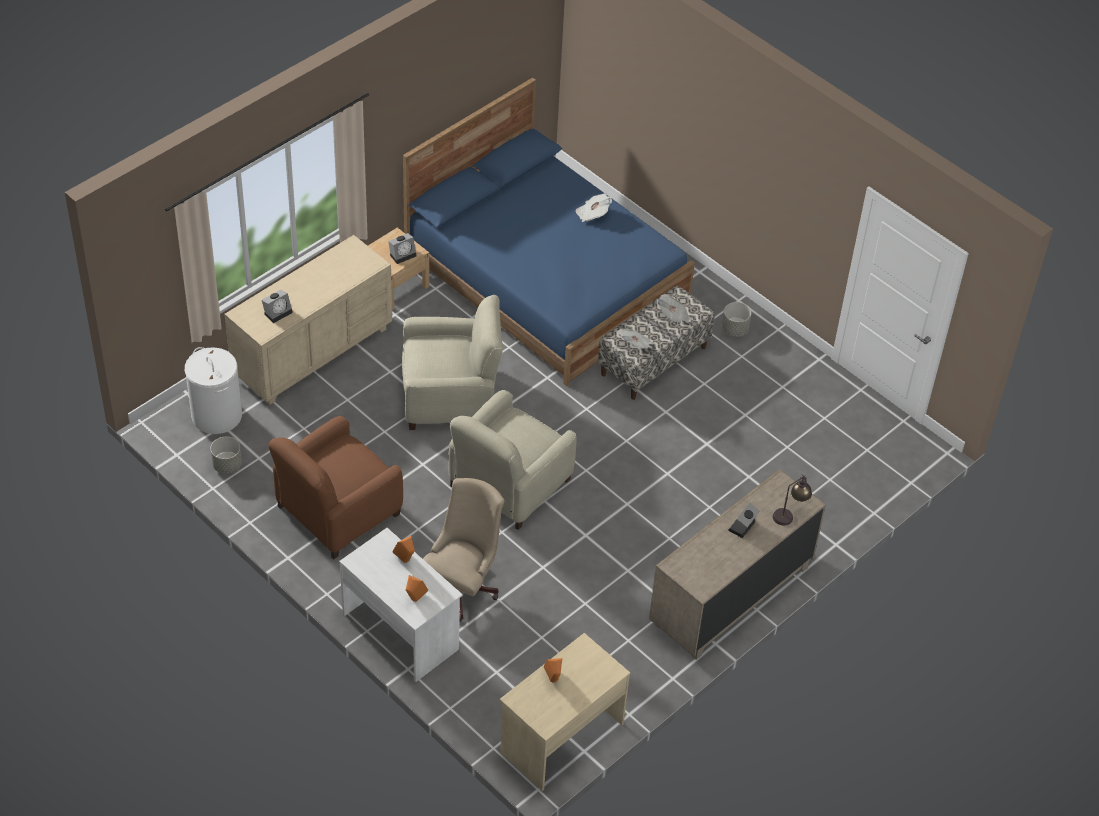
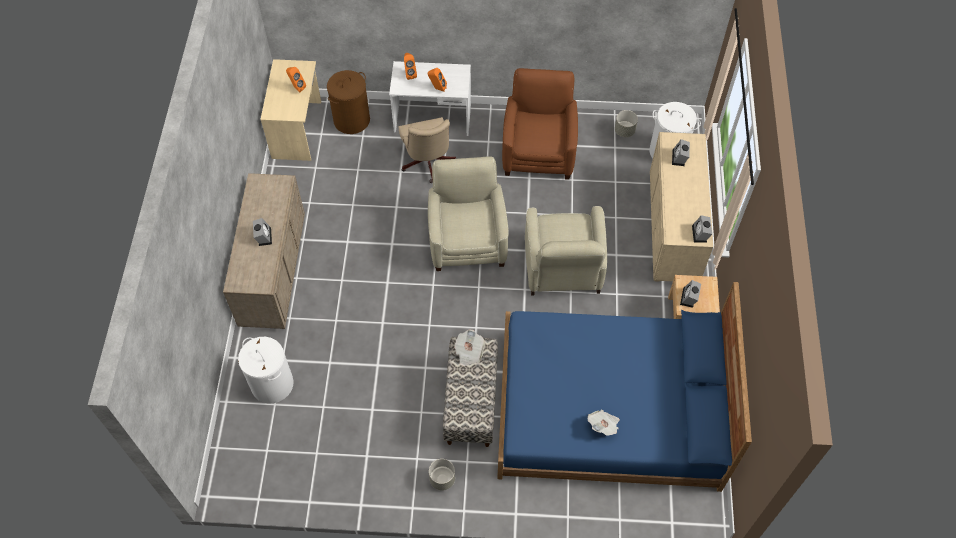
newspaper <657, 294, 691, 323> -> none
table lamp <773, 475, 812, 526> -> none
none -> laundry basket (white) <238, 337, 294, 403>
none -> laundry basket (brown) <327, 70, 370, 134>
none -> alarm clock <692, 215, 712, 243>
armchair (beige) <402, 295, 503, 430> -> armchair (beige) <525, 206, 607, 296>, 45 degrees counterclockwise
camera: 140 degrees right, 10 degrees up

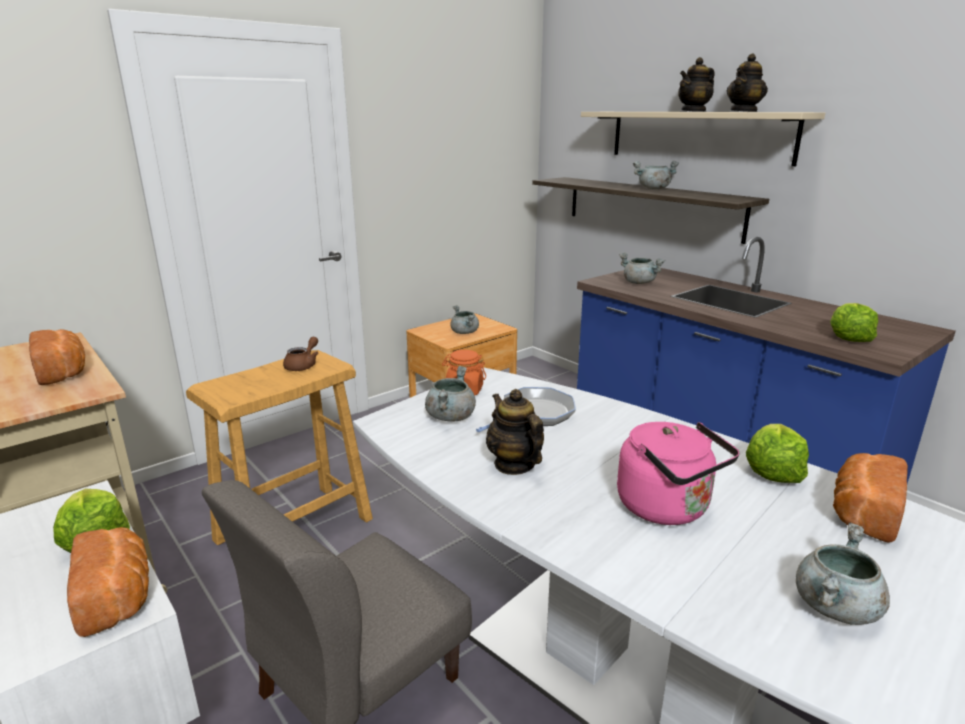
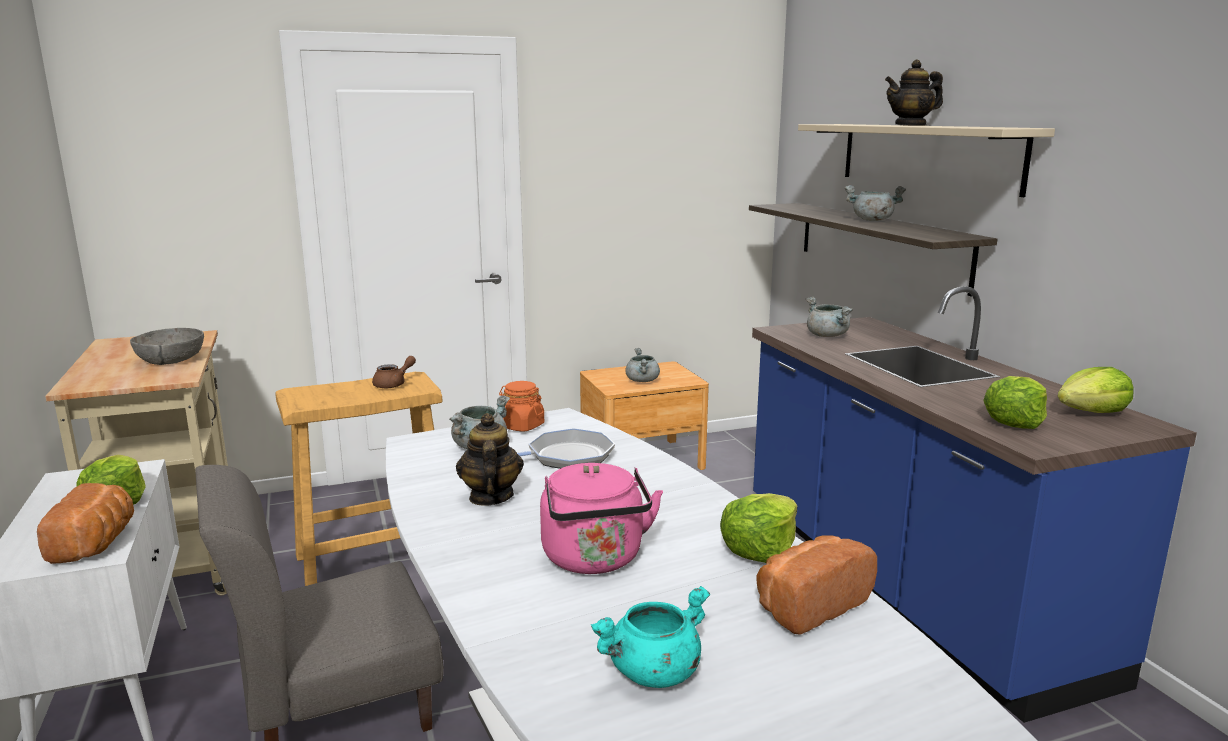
teapot <727, 54, 768, 112> -> none
none -> lettuce <1058, 367, 1133, 413>
bread <29, 329, 85, 385> -> bowl (grey) <130, 328, 204, 365>
cooking pot (grey) <796, 523, 890, 625> -> cooking pot (turquoise) <591, 586, 710, 688>
camera: 20 degrees right, 5 degrees down

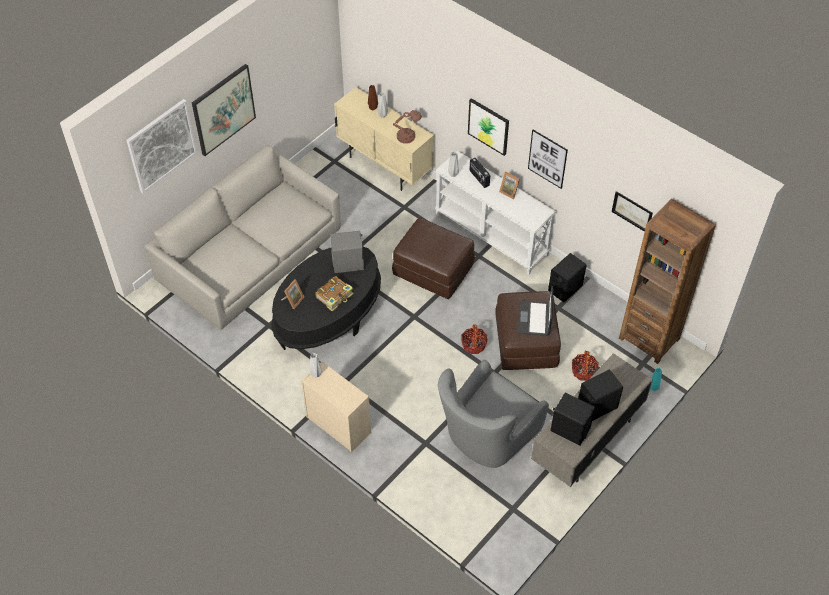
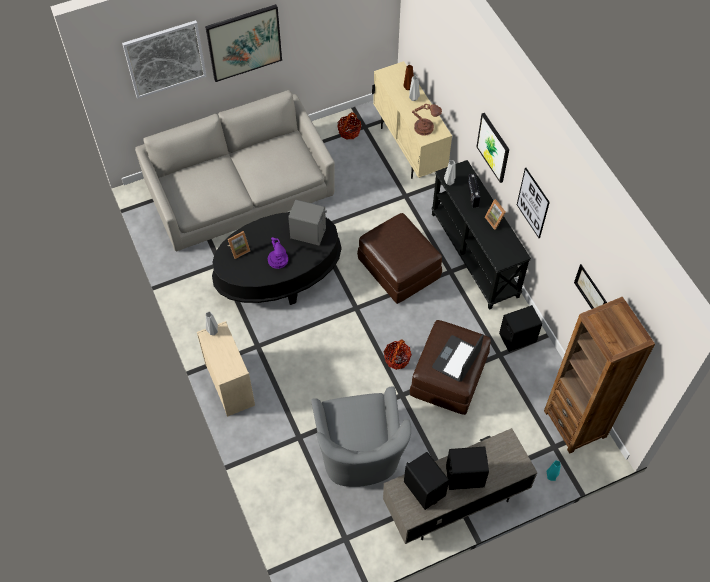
basket <572, 351, 599, 381> -> basket <337, 112, 361, 140>, moved
book <315, 276, 353, 312> -> table lamp (purple) <268, 237, 288, 269>
console table (white) <435, 151, 556, 275> -> console table (black) <431, 160, 531, 310>
armchair (grey) <438, 360, 549, 468> -> armchair (grey) <311, 387, 411, 487>, 75 degrees counterclockwise
camera: 25 degrees right, 5 degrees up

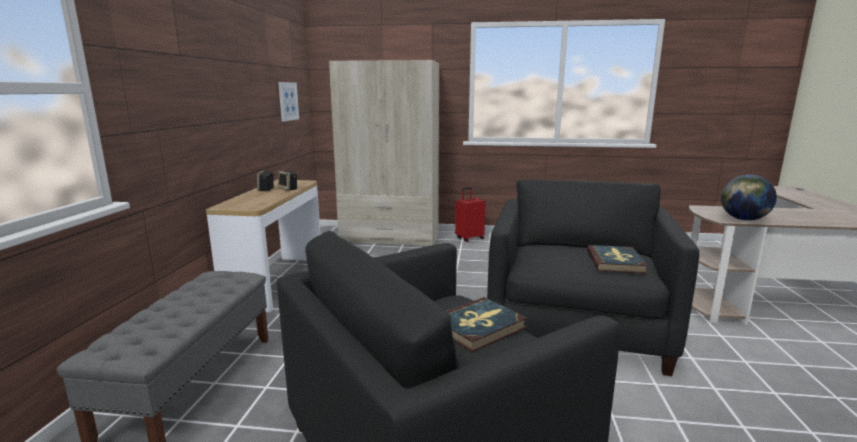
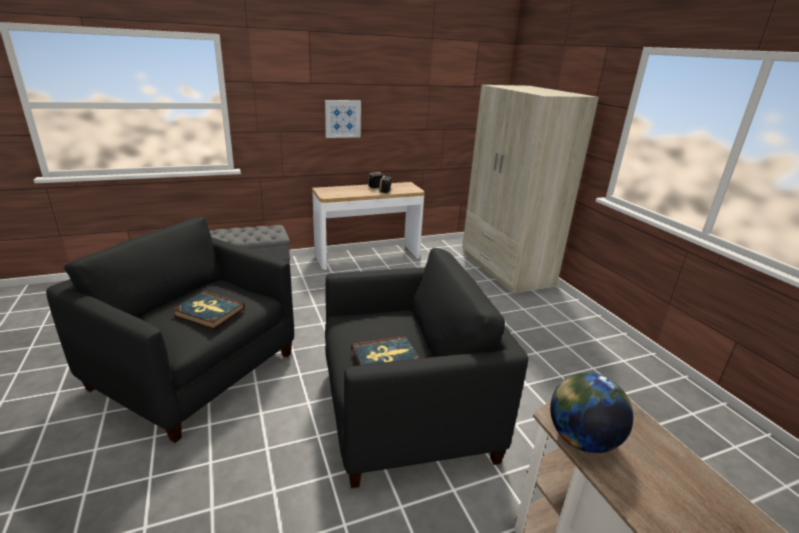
suitcase (red) <455, 187, 486, 242> -> none
picture <278, 82, 299, 121> -> picture <325, 100, 361, 138>, moved
camera: 60 degrees right, 10 degrees up

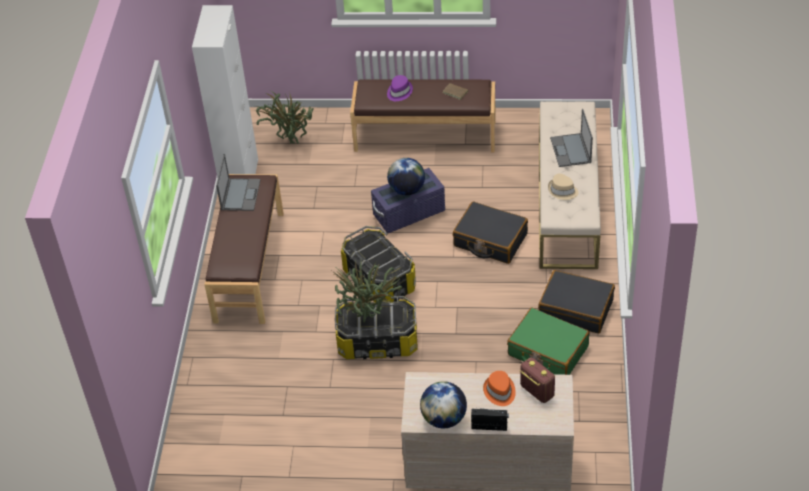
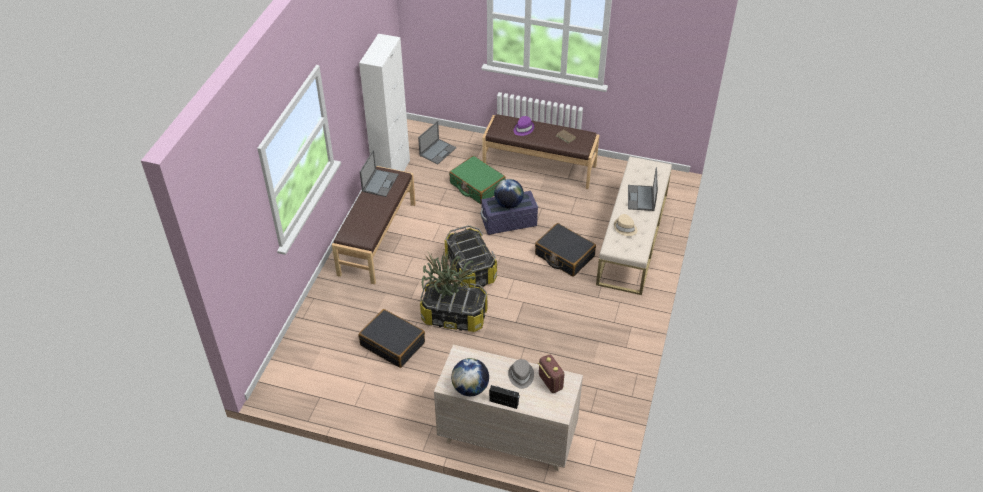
suitcase (green) <507, 308, 590, 375> -> suitcase (green) <449, 156, 506, 204>, moved
suitcase (black) <538, 270, 615, 333> -> suitcase (black) <359, 309, 425, 368>, moved
potted plant <255, 90, 314, 144> -> laptop <418, 121, 457, 164>
hat (orange) <483, 371, 516, 406> -> hat (grey) <508, 359, 534, 389>
camera: 10 degrees right, 0 degrees up

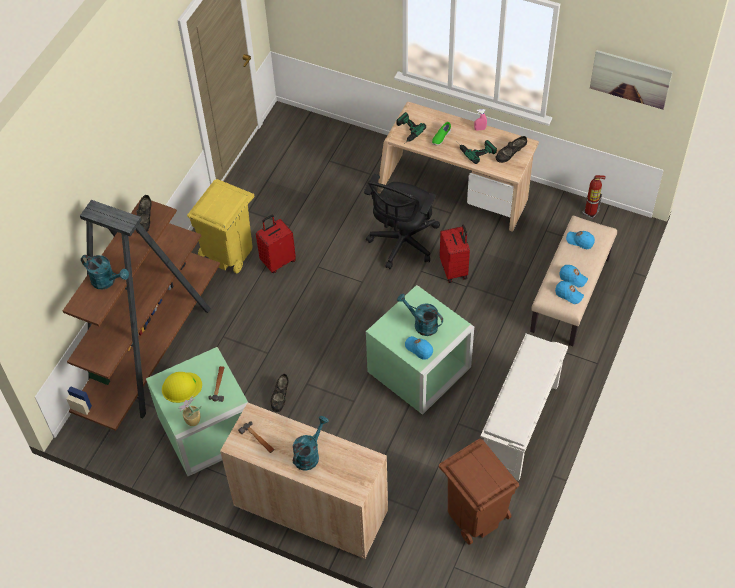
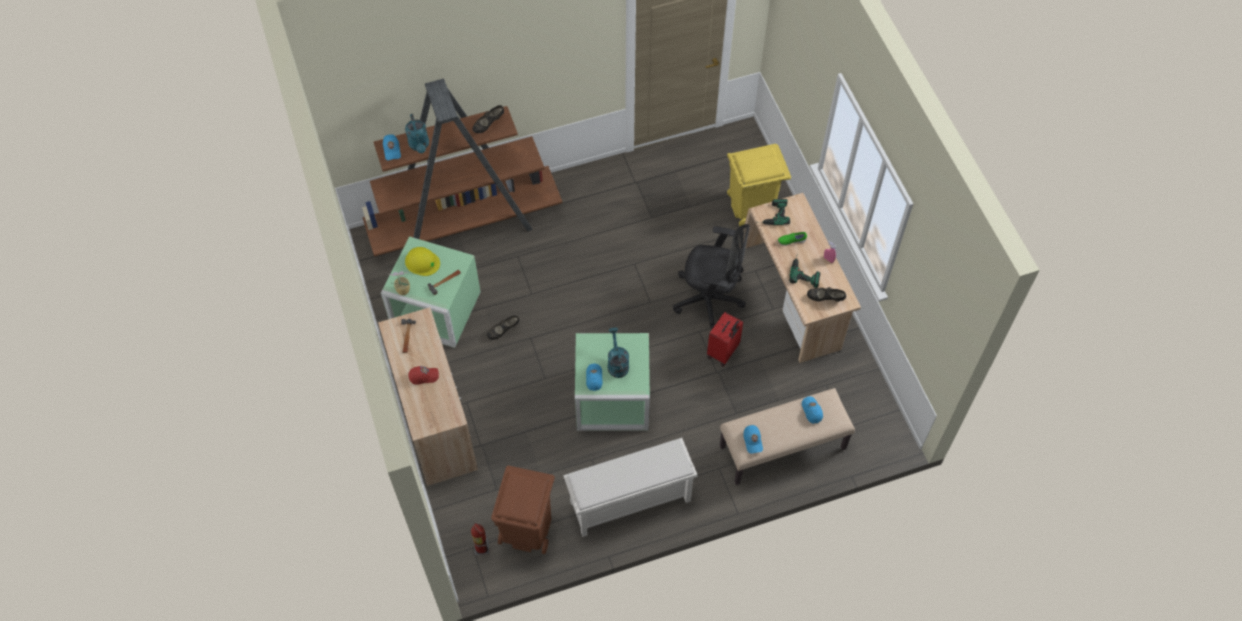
suitcase (red) <256, 215, 296, 273> -> none
picture <590, 50, 673, 109> -> none
trash can (yellow) <187, 179, 254, 273> -> trash can (yellow) <727, 144, 791, 226>, moved
cap (blue) <560, 265, 588, 287> -> cap (blue) <383, 134, 401, 160>, moved
fire extinguisher <582, 175, 606, 219> -> fire extinguisher <471, 523, 489, 555>, moved
watering can (turquoise) <293, 416, 329, 471> -> cap (red) <408, 366, 439, 385>
office chair (black) <364, 174, 440, 269> -> office chair (black) <673, 224, 750, 329>, 150 degrees counterclockwise
camera: 45 degrees right, 5 degrees up

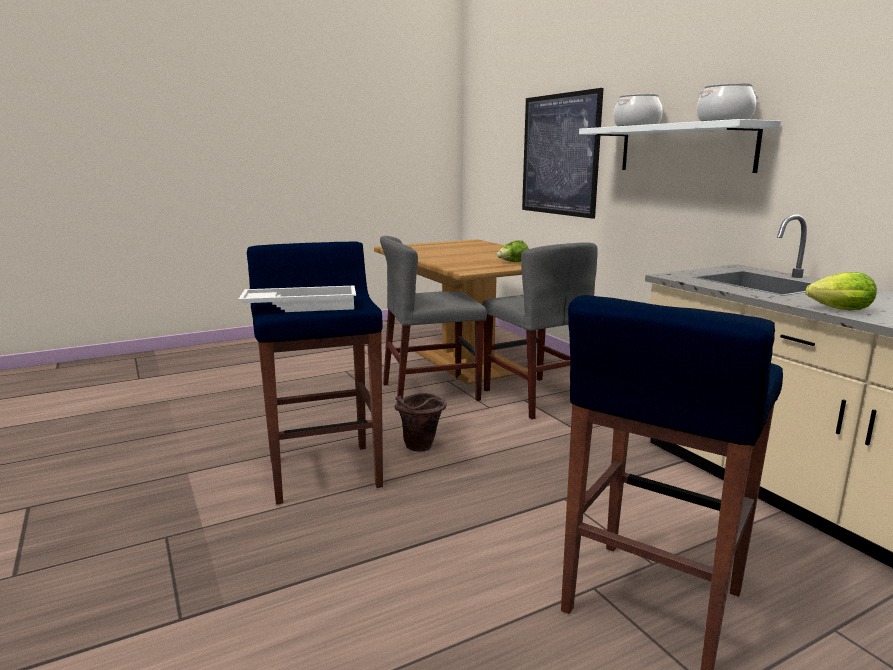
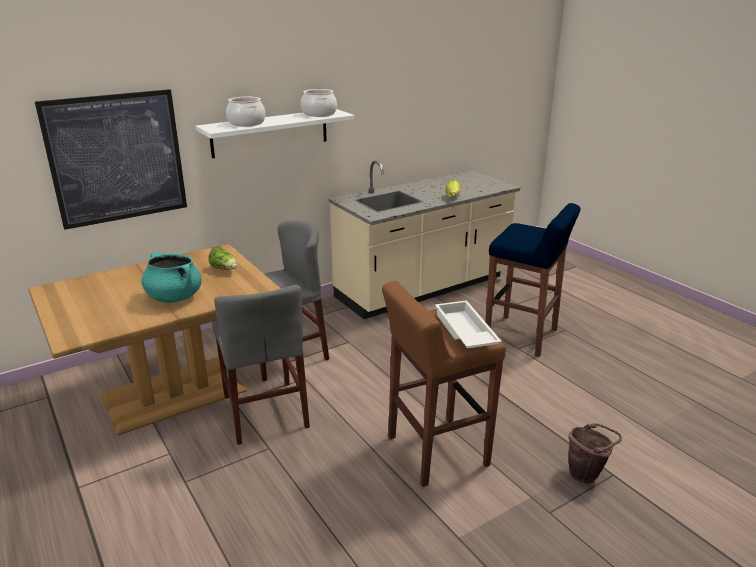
none -> cooking pot (turquoise) <141, 253, 202, 303>
bucket (brown) <395, 393, 447, 452> -> bucket (brown) <568, 423, 622, 484>, moved
stool (blue) <247, 241, 383, 504> -> stool (brown) <382, 281, 506, 487>
camera: 95 degrees left, 10 degrees up

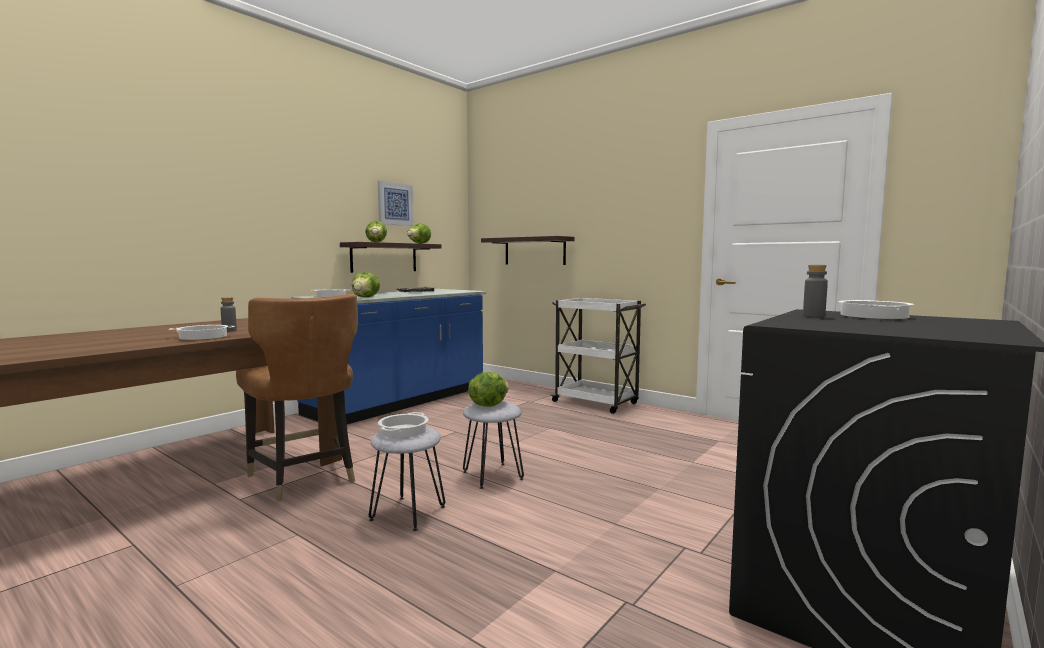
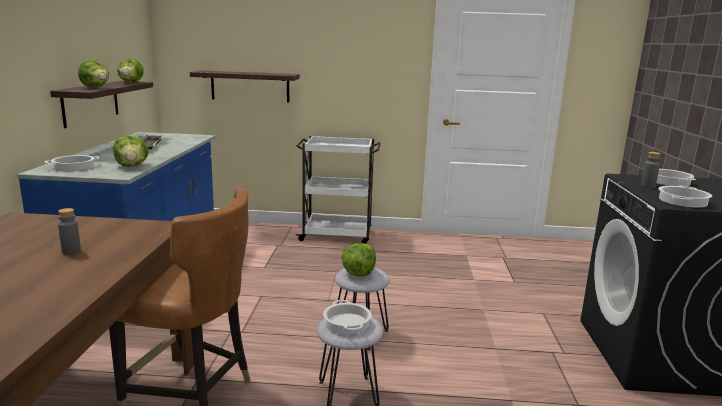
picture <378, 181, 414, 226> -> none
cooking pot <168, 325, 235, 340> -> cooking pot <658, 186, 712, 208>, moved
camera: 35 degrees left, 10 degrees up

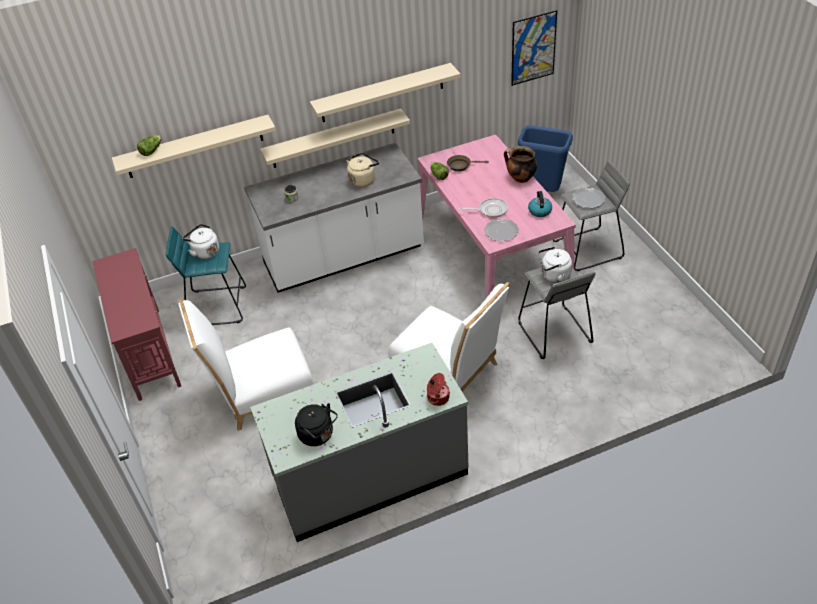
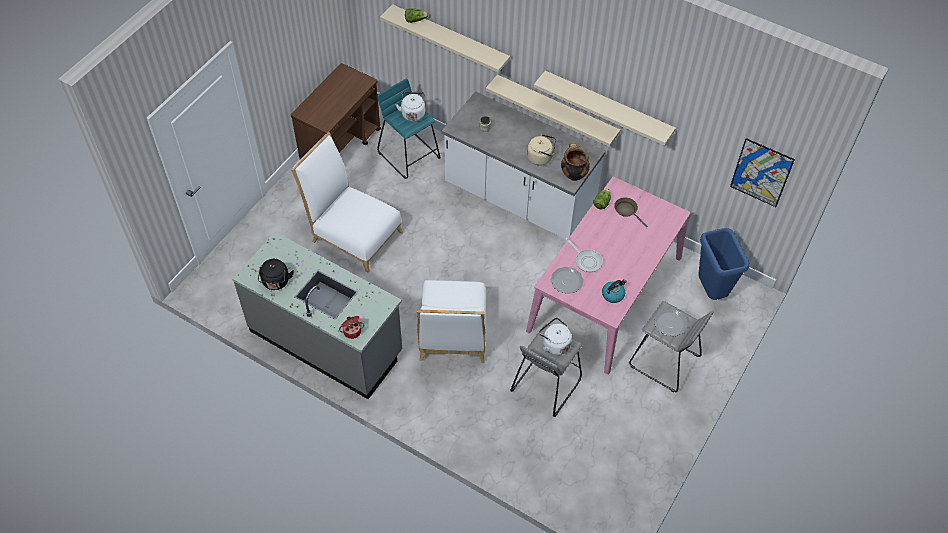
cooking pot <504, 146, 537, 183> -> cooking pot <561, 144, 590, 181>, moved
console table (red) <92, 248, 181, 401> -> cart (brown) <291, 63, 381, 160>
camera: 50 degrees right, 10 degrees up

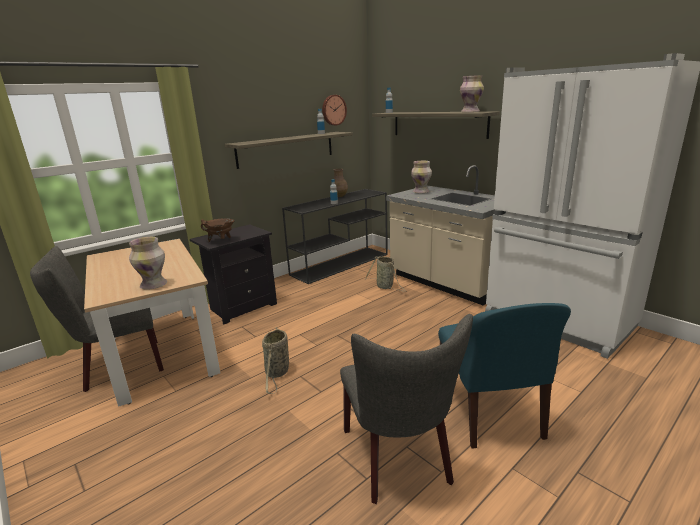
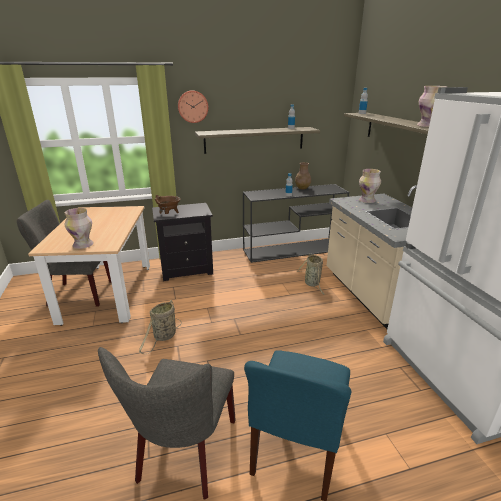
wall clock <322, 95, 347, 125> -> wall clock <178, 90, 208, 123>, moved
camera: 25 degrees right, 5 degrees up

